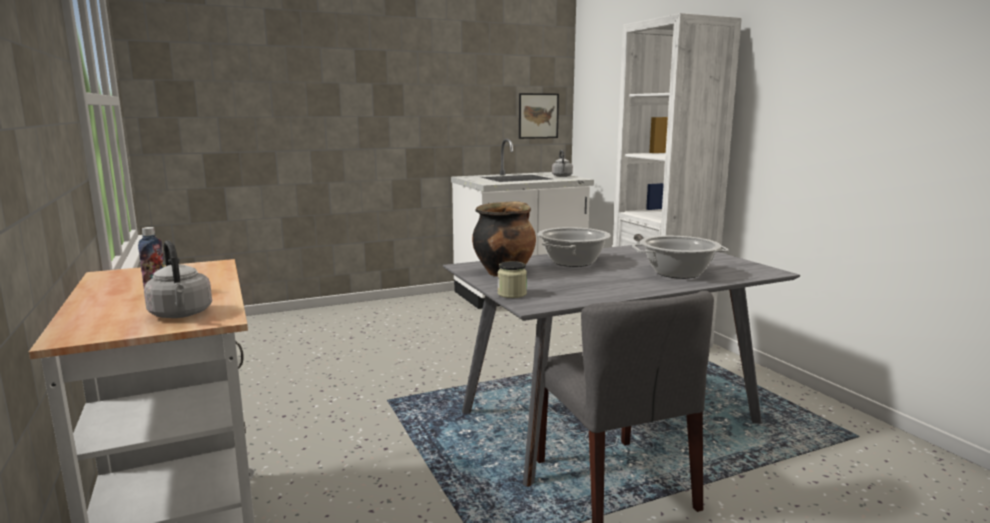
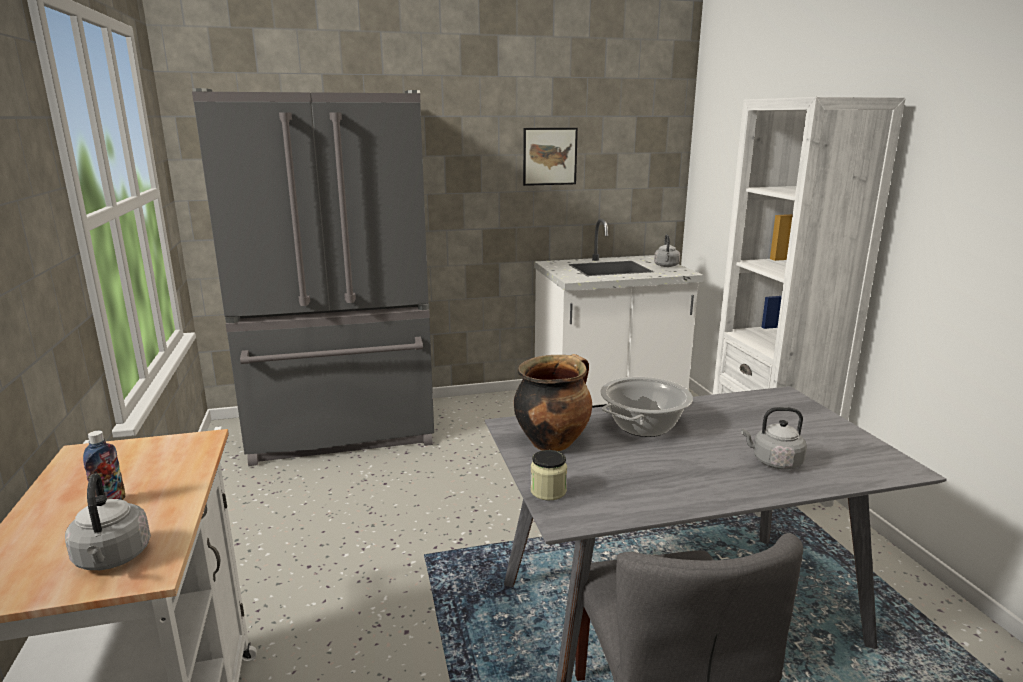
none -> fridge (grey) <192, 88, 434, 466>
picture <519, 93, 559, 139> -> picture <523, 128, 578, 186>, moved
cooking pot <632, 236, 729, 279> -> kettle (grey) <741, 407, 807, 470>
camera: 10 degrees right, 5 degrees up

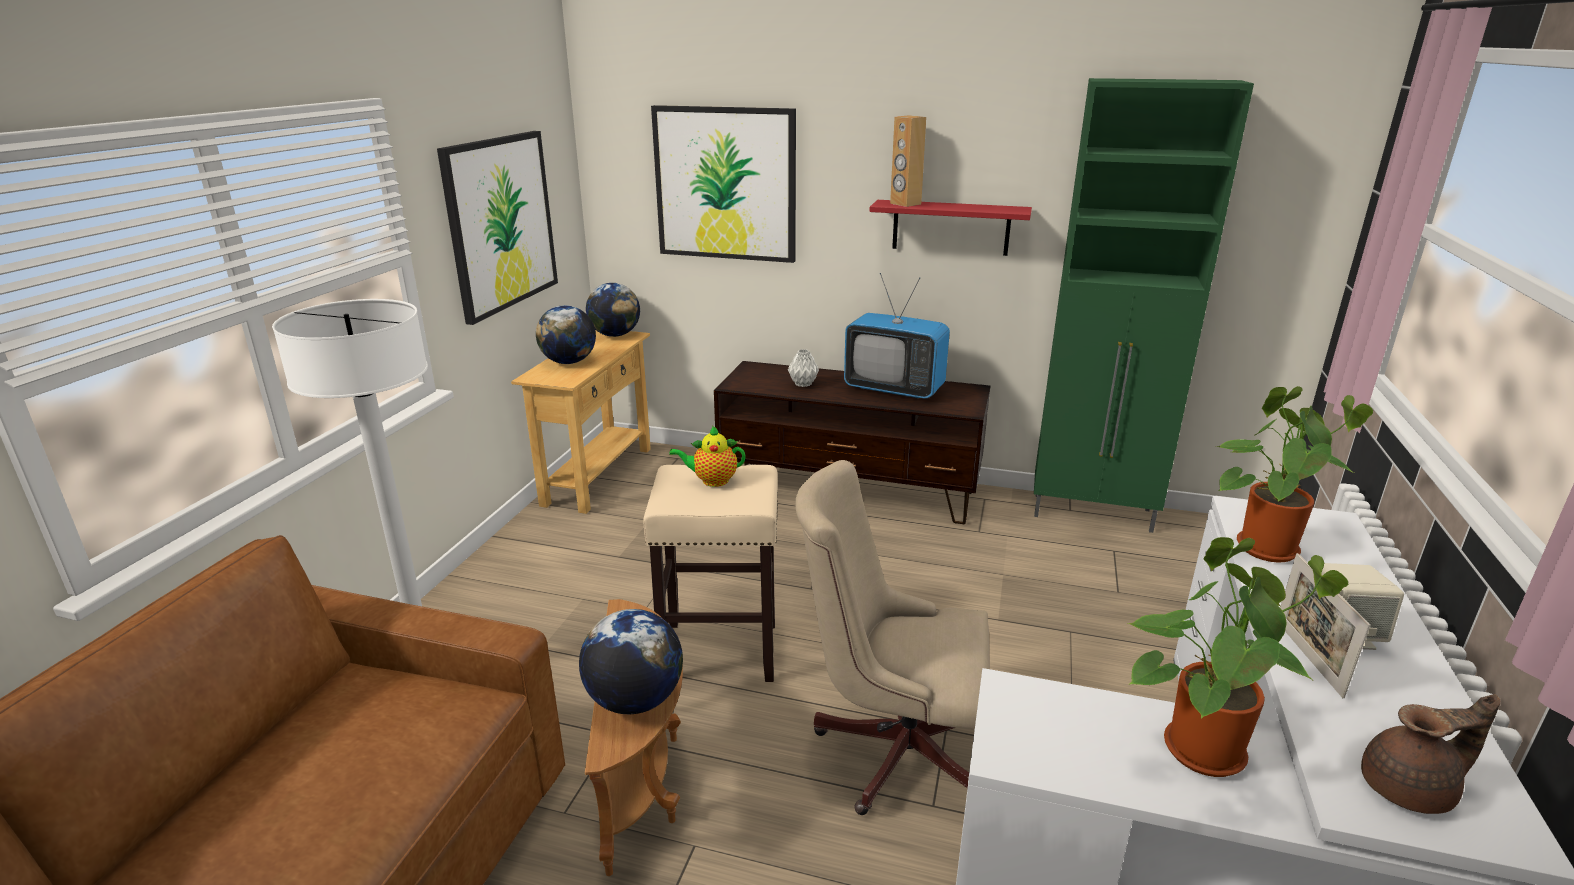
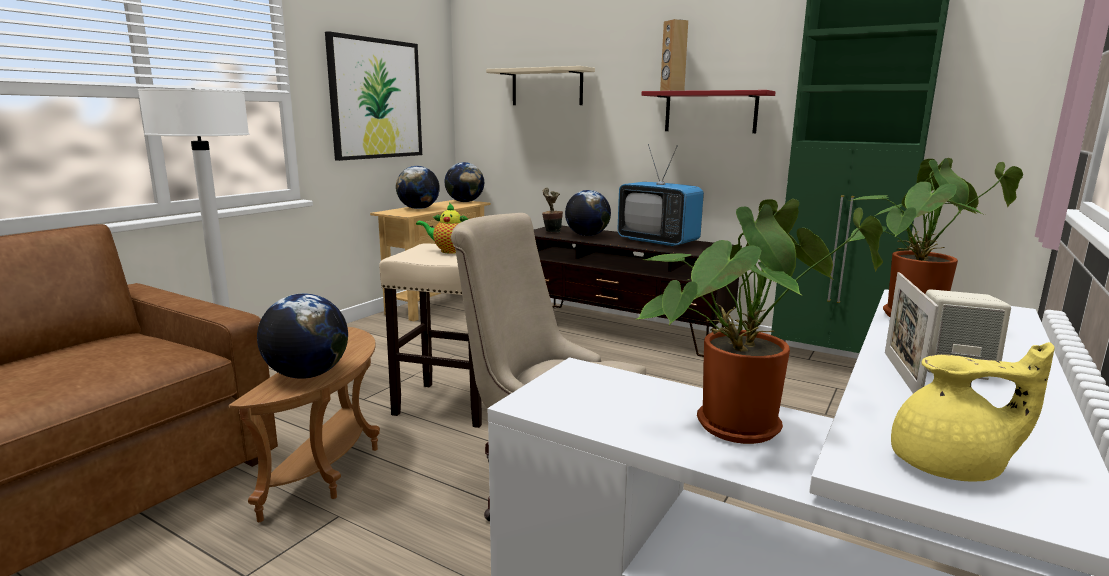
none -> potted plant <542, 188, 563, 233>
picture <651, 105, 796, 263> -> shelf (beige) <486, 66, 595, 105>
vase (grey) <788, 349, 819, 387> -> globe <565, 190, 611, 236>
teapot (brown) <1361, 694, 1500, 814> -> teapot (yellow) <891, 342, 1054, 482>
camera: 15 degrees right, 10 degrees down

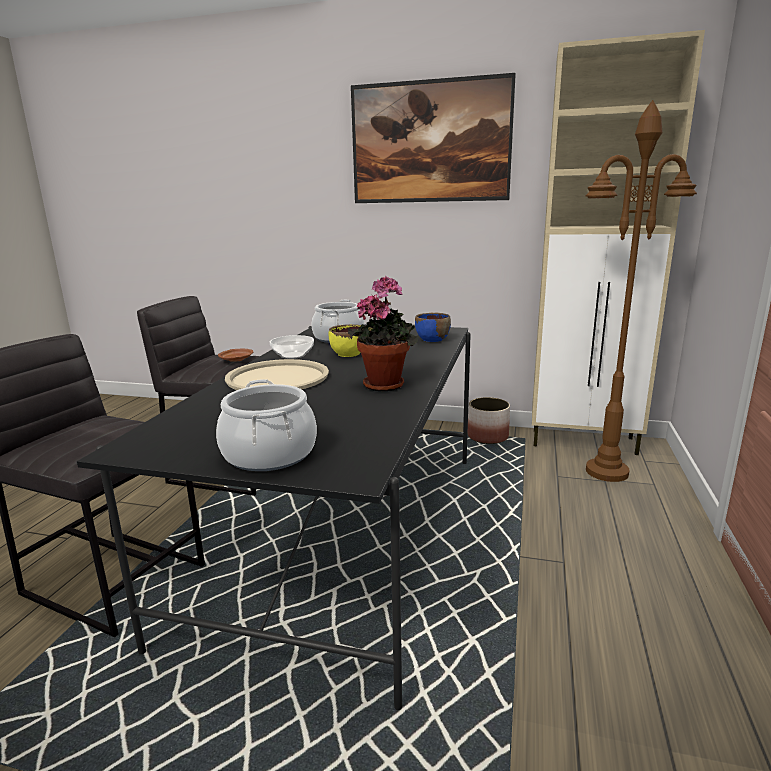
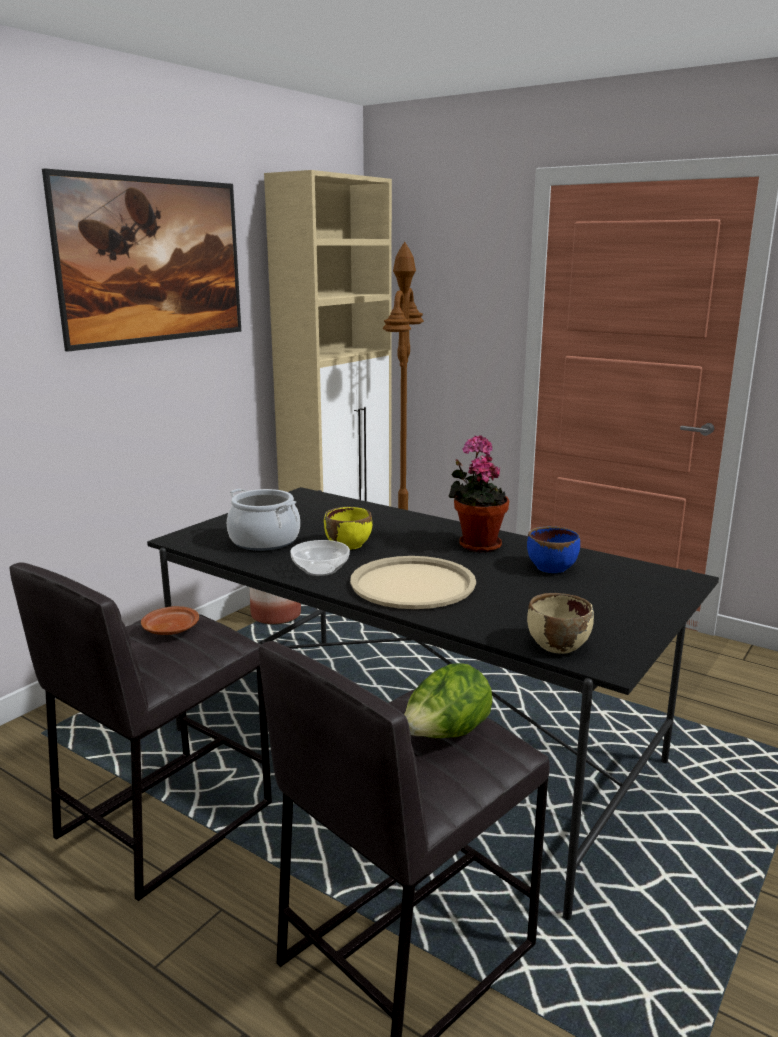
cooking pot <216, 379, 317, 471> -> none
none -> lettuce <404, 663, 492, 738>
none -> bowl (beige) <527, 593, 594, 654>
bowl (blue) <415, 313, 451, 342> -> bowl (blue) <527, 526, 580, 573>, moved
camera: 70 degrees left, 0 degrees up

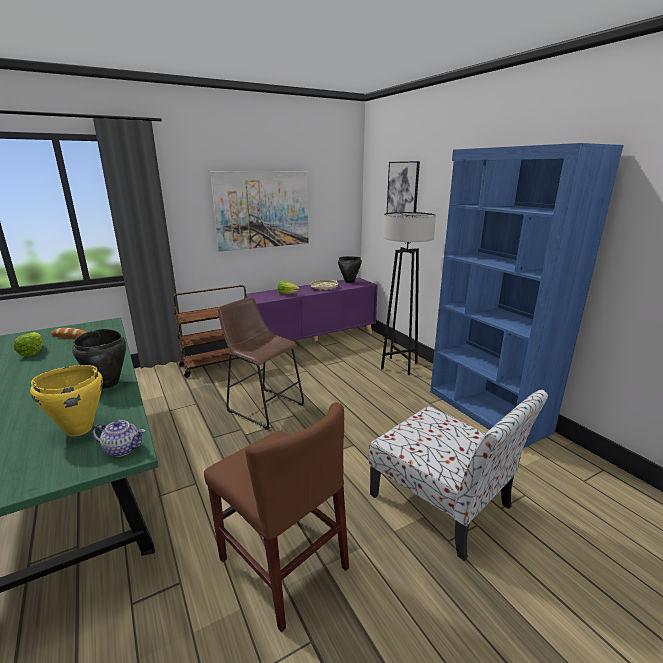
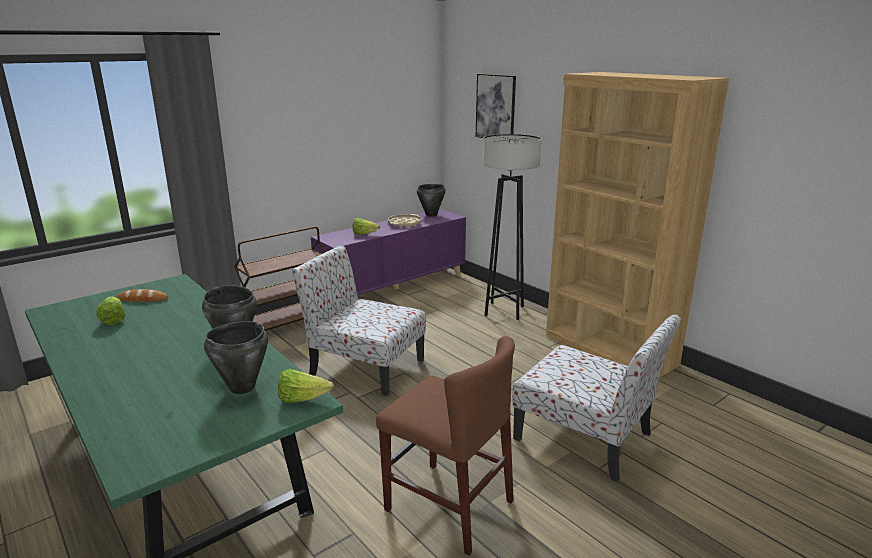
picture <210, 171, 308, 251> -> none
teapot <92, 420, 145, 457> -> lettuce <278, 369, 334, 403>
stool (brown) <218, 297, 304, 430> -> chair <292, 245, 426, 396>
cooking pot (yellow) <30, 365, 103, 436> -> cooking pot (black) <204, 321, 268, 394>
bookcase (blue) <430, 143, 624, 448> -> bookcase (brown) <546, 72, 729, 378>
camera: 10 degrees left, 0 degrees up

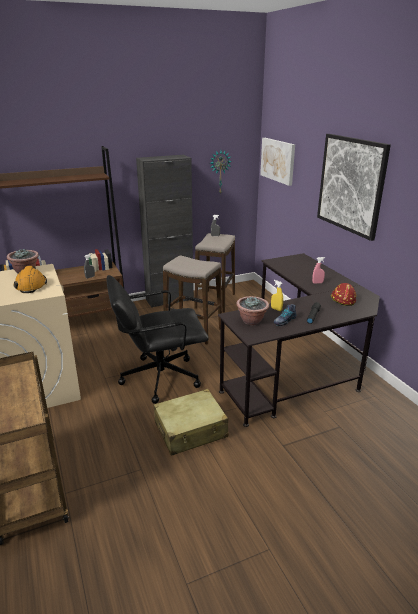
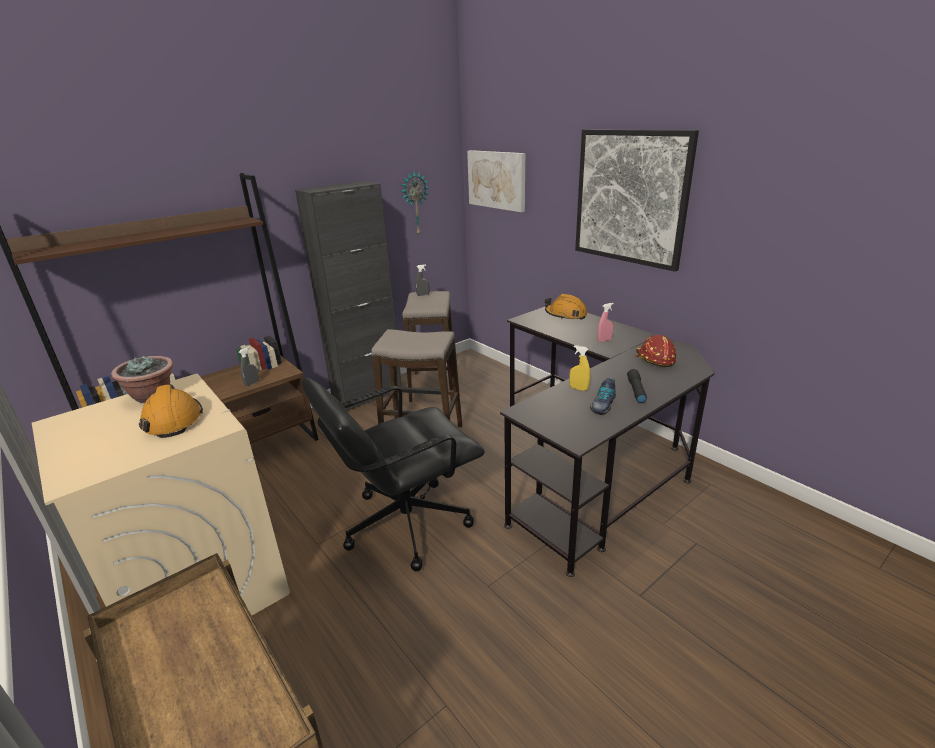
suitcase (beige) <154, 389, 228, 456> -> none
potted plant <236, 296, 269, 325> -> none
none -> hard hat (orange) <545, 294, 587, 320>
camera: 15 degrees left, 0 degrees up

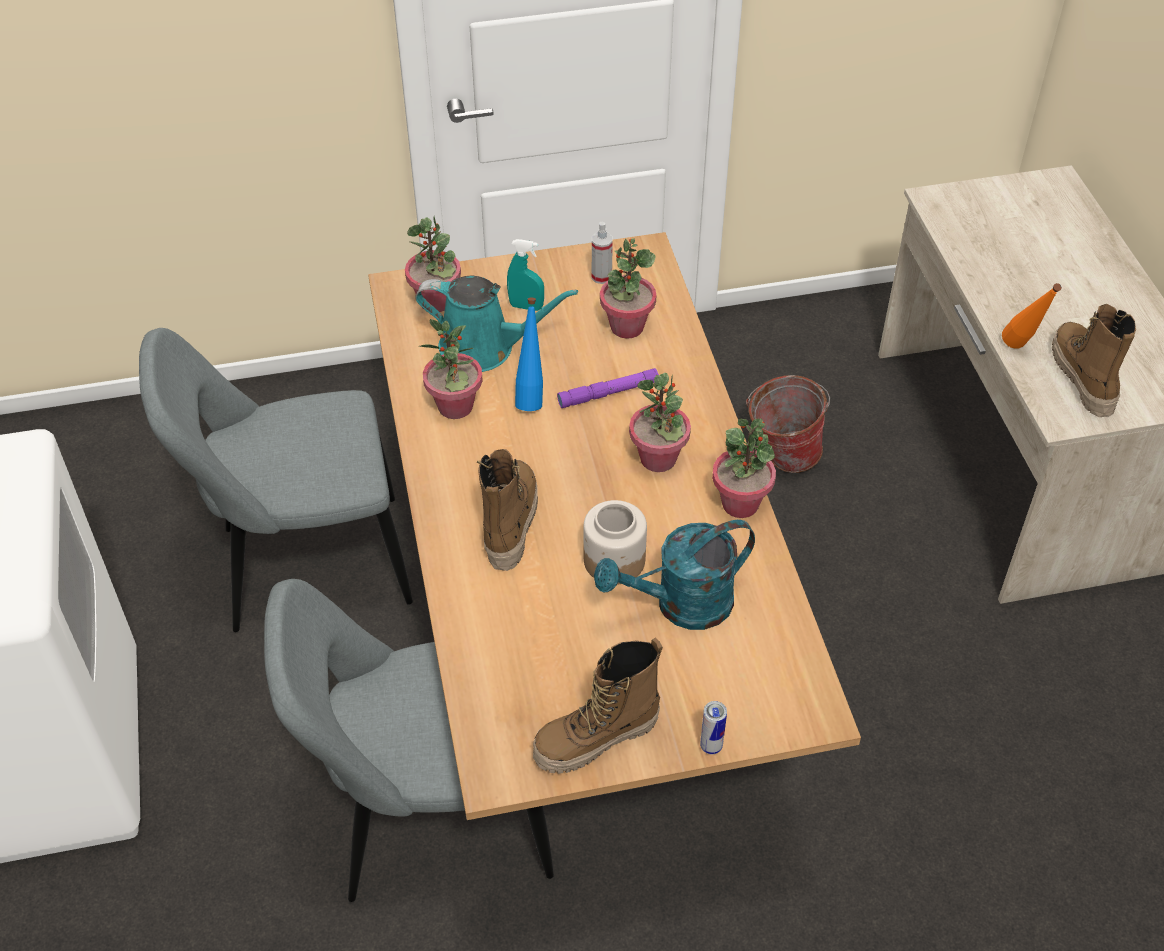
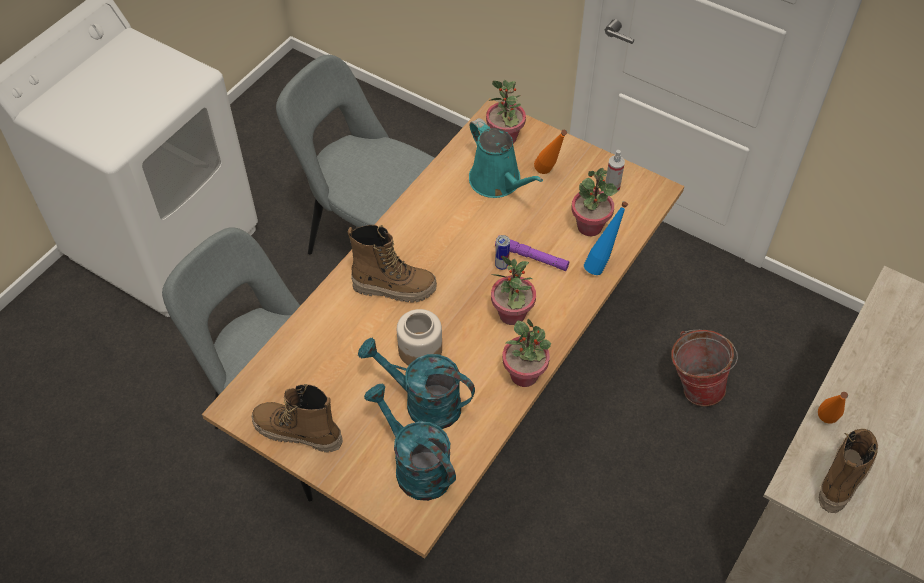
potted plant <418, 319, 483, 419> -> none
none -> watering can (turquoise) <364, 384, 456, 501>
bottle (blue) <515, 298, 543, 411> -> bottle (blue) <584, 201, 628, 275>, moved
can <700, 701, 727, 754> -> can <495, 235, 510, 270>, moved
spray bottle (turquoise) <507, 239, 544, 311> -> bottle (orange) <534, 130, 567, 174>
boot <477, 449, 538, 571> -> boot <348, 225, 437, 302>, 45 degrees clockwise
camera: 45 degrees right, 5 degrees up

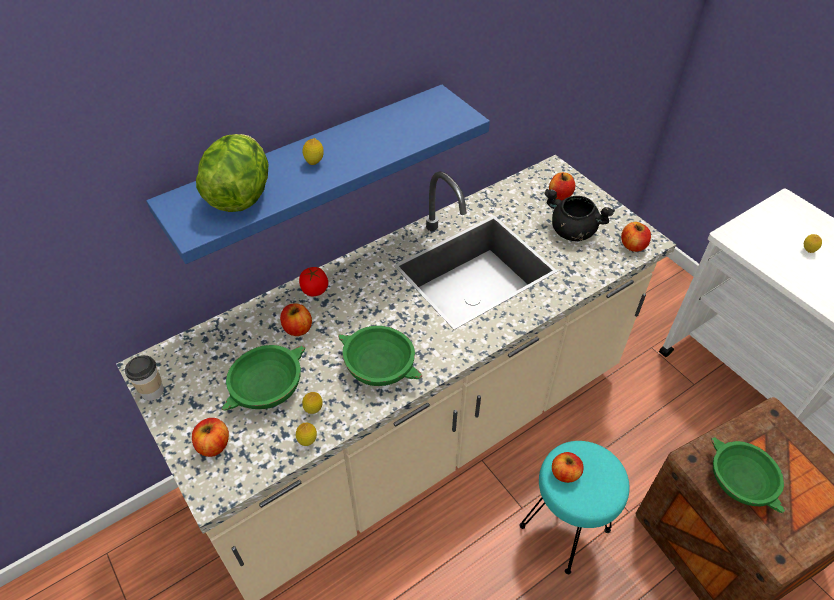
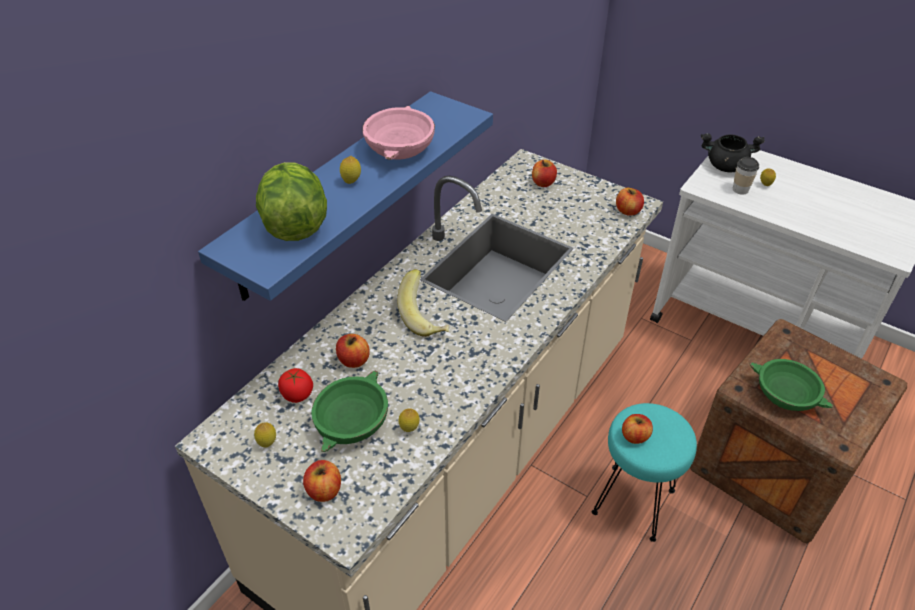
bowl (green) <338, 326, 422, 386> -> none
none -> bowl (pink) <362, 106, 435, 160>
none -> banana <397, 269, 449, 337>
cup <125, 355, 164, 401> -> cup <733, 157, 759, 195>, moved
lemon <296, 423, 317, 446> -> lemon <254, 422, 276, 448>, moved
tomato <299, 267, 328, 297> -> tomato <278, 368, 313, 403>, moved
cooking pot (black) <544, 189, 615, 241> -> cooking pot (black) <701, 133, 765, 172>, moved
camera: 20 degrees left, 5 degrees down

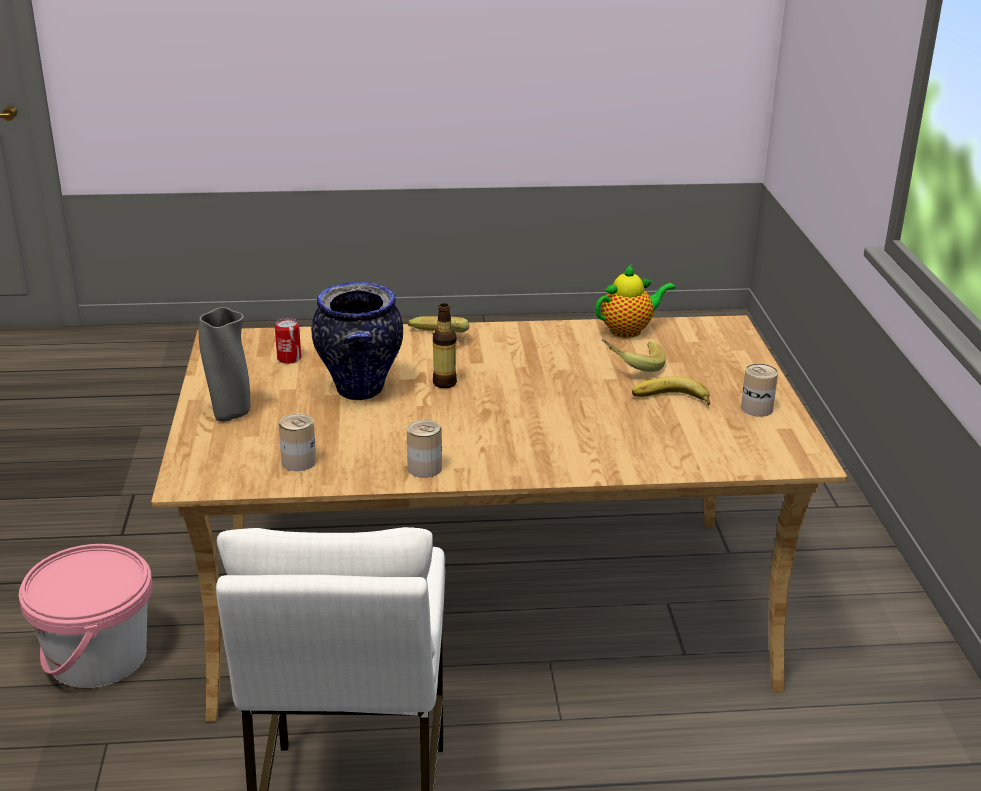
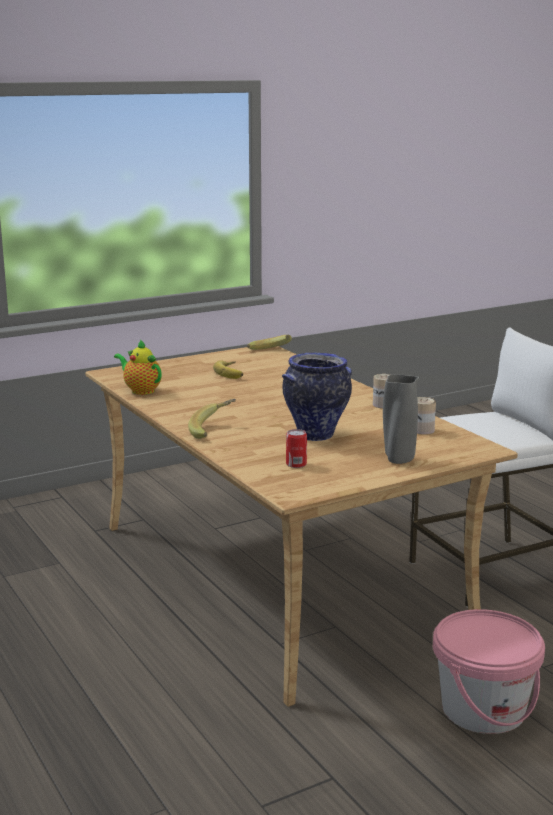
bottle <433, 303, 457, 388> -> none
can <741, 364, 778, 417> -> none
banana <602, 339, 666, 372> -> banana <247, 335, 292, 350>, moved
camera: 115 degrees left, 10 degrees down

